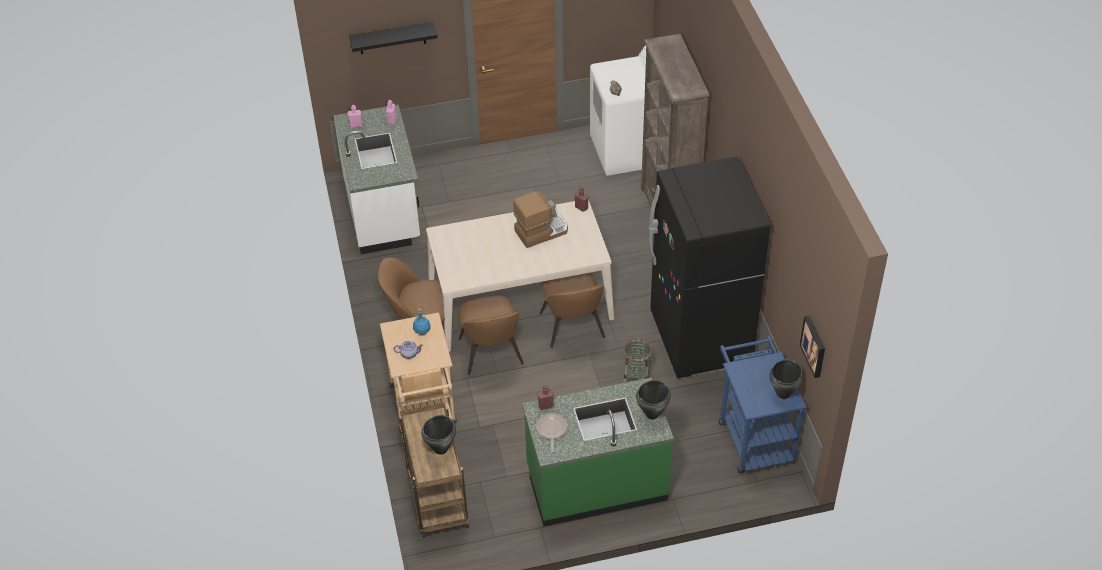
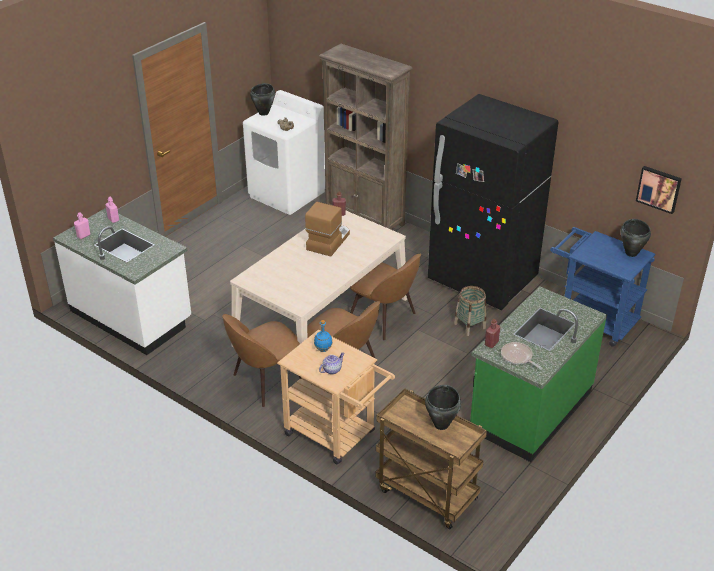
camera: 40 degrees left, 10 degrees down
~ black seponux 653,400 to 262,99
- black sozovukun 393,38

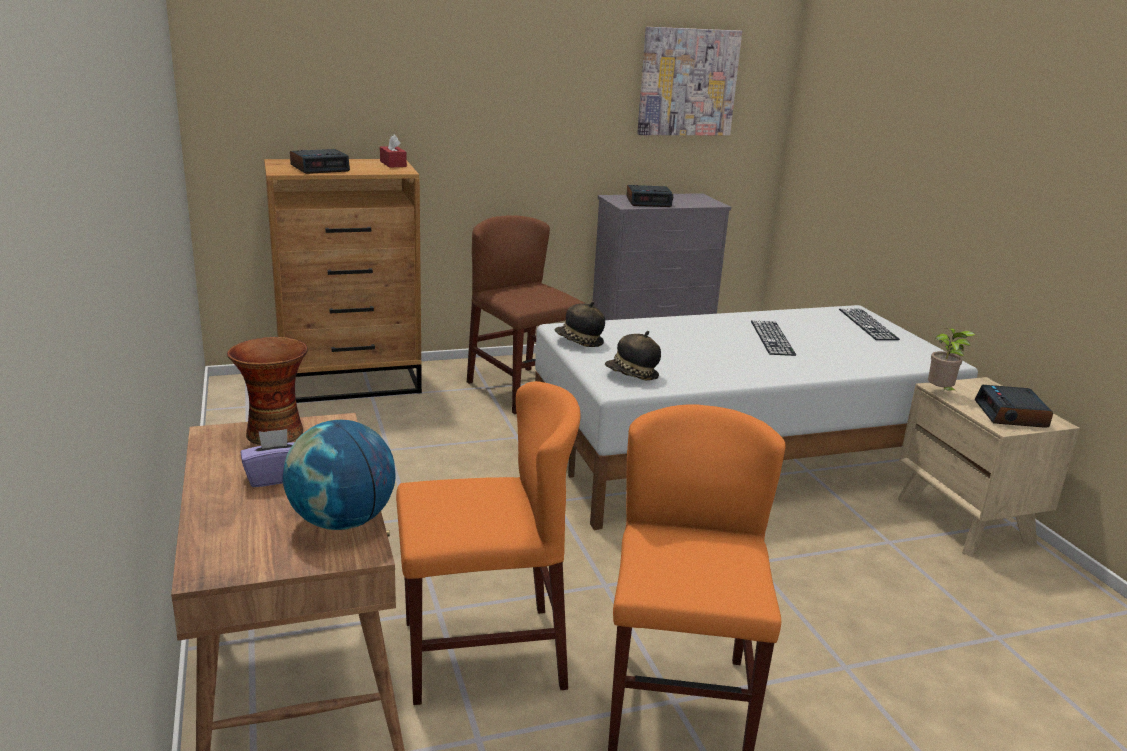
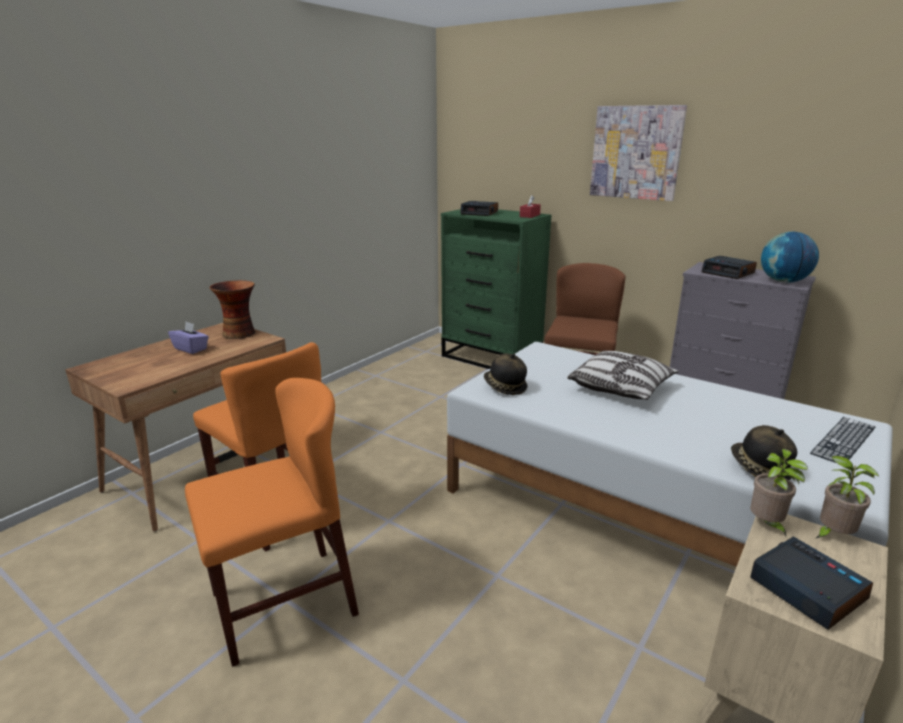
camera: 55 degrees right, 0 degrees up
~ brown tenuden 343,281 to green tenuden 496,289
+ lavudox 623,375
~ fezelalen 689,81 to 638,153
~ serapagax 580,324 to 764,452
~ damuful 1014,406 = 811,583 90 degrees clockwise
~ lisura 339,475 to 790,257
+ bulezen 847,497
- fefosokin 773,338

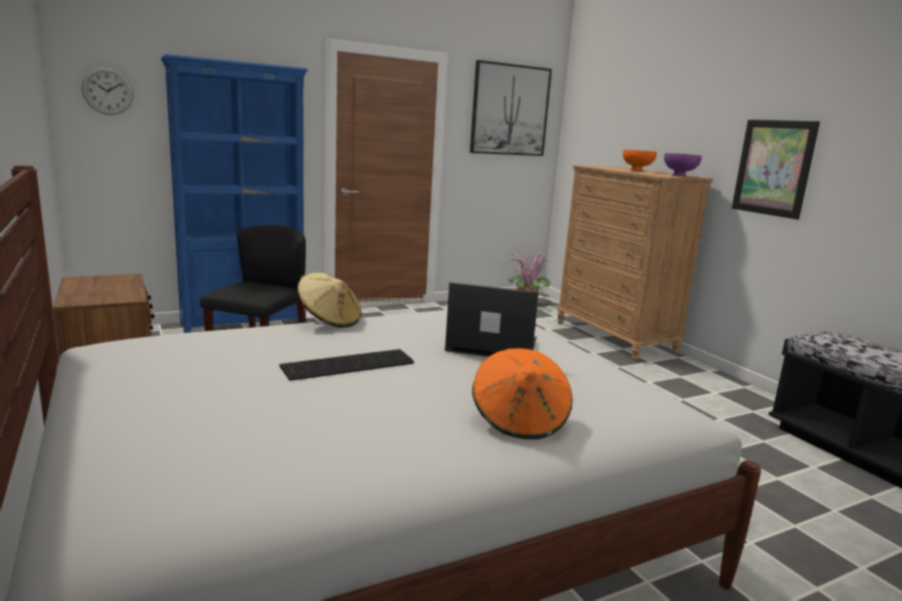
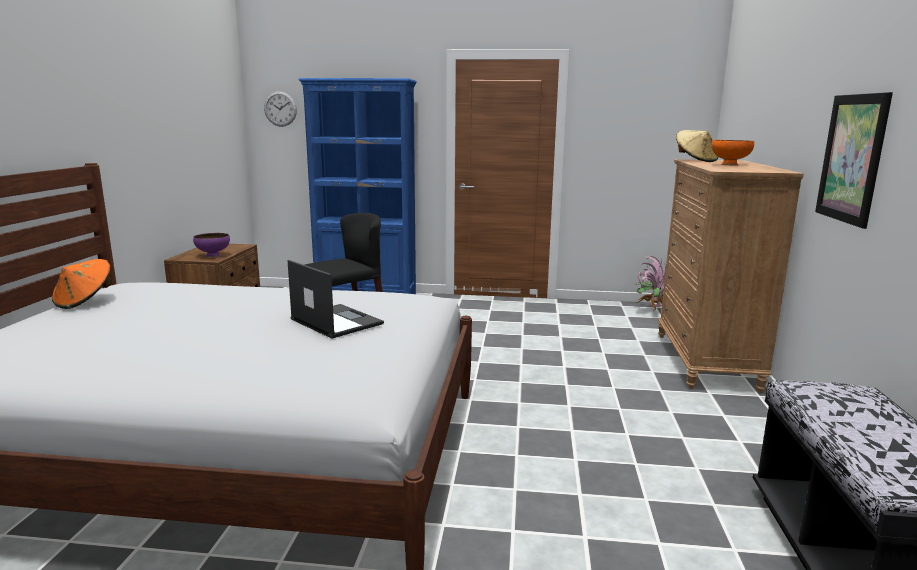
camera: 35 degrees right, 0 degrees up
~ orange serapagax 522,393 to 82,284
~ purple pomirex 683,165 to 211,245
~ beige serapagax 329,300 to 697,146
- fefosokin 346,365
- fezelalen 511,108

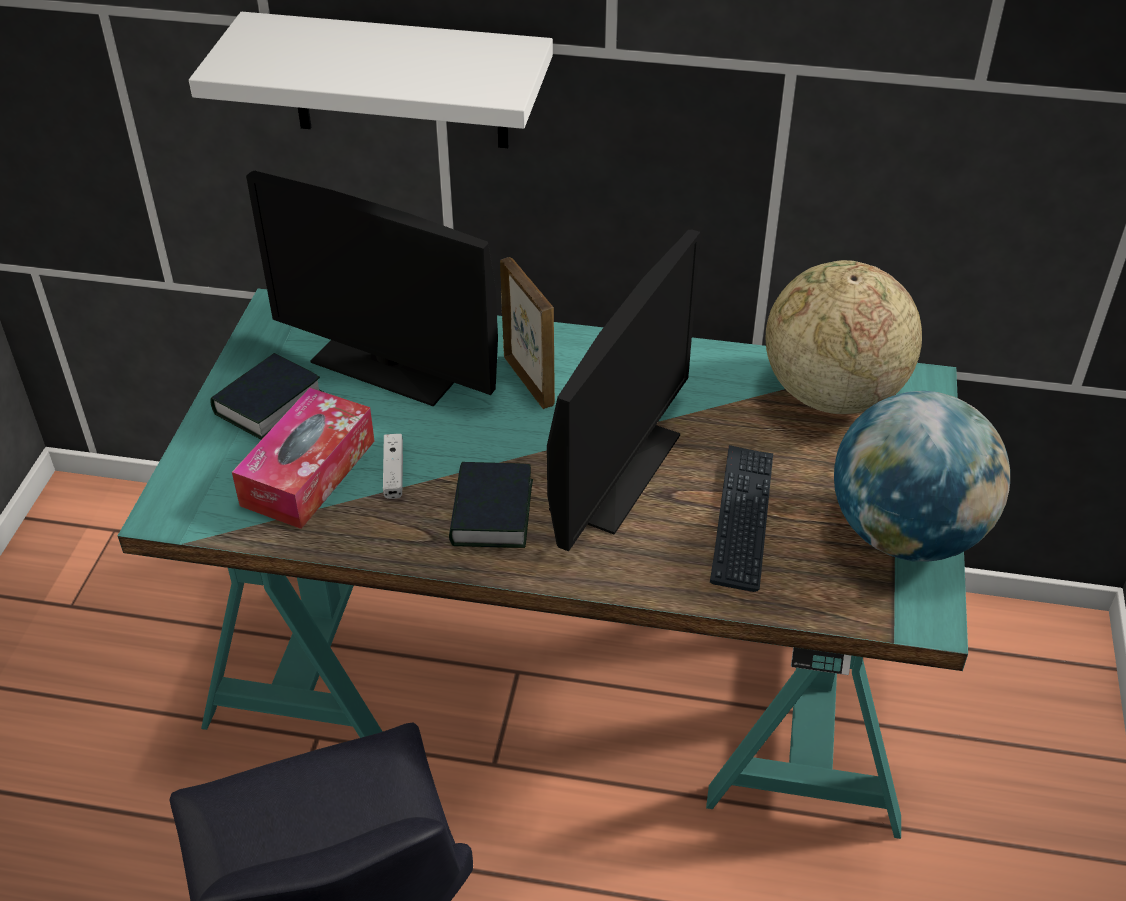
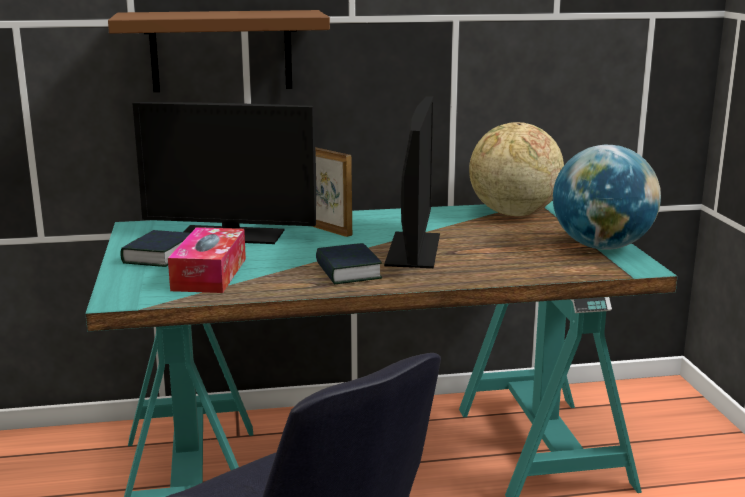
camera: 20 degrees left, 25 degrees down
~ white sozovukun 371,80 to brown sozovukun 219,51
- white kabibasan 393,466
- fefosokin 741,518

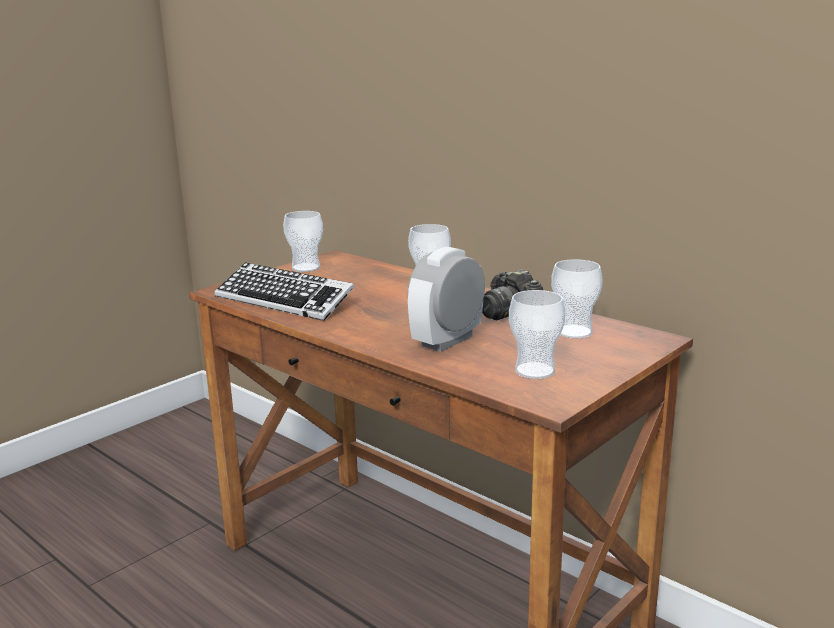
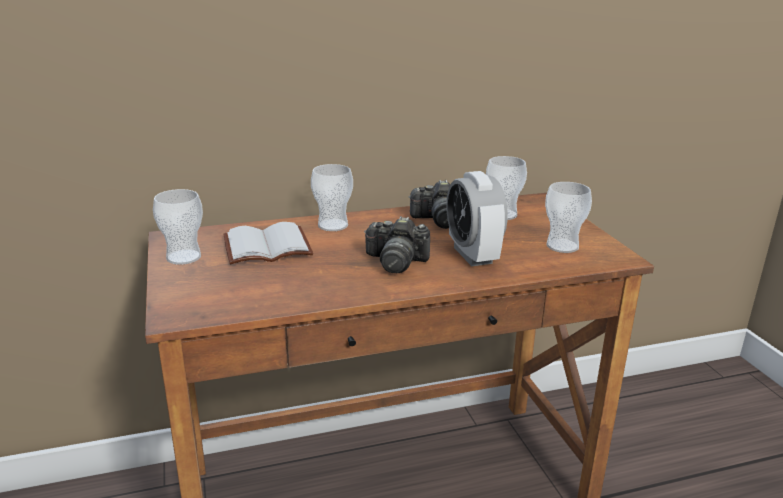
camera: 60 degrees left, 5 degrees up
+ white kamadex 268,243
+ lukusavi 397,244
- fefosokin 284,291

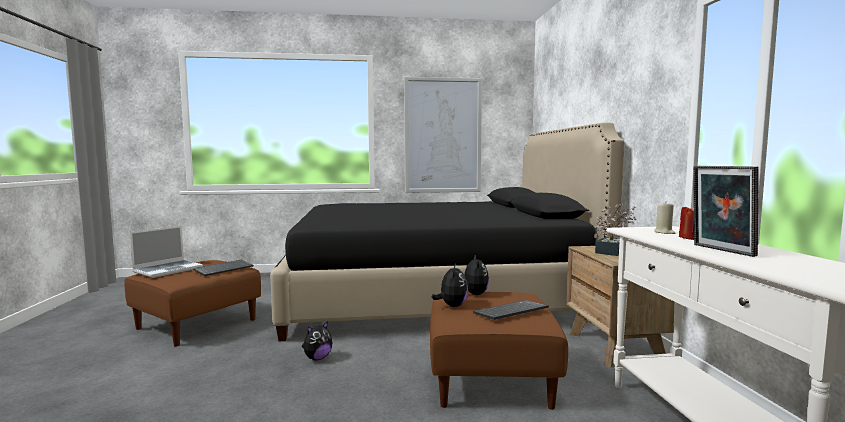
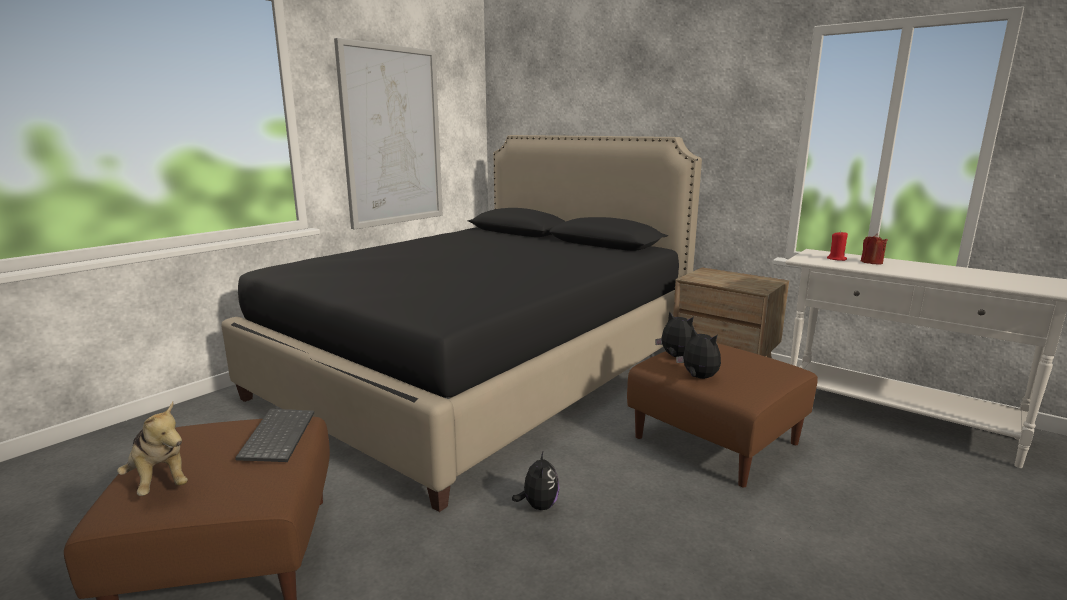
camera: 45 degrees left, 10 degrees up
~ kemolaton 166,252 to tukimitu 152,449
~ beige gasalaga 664,218 to red gasalaga 837,246
- fefosokin 511,310
- bulezen 615,230
- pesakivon 726,211

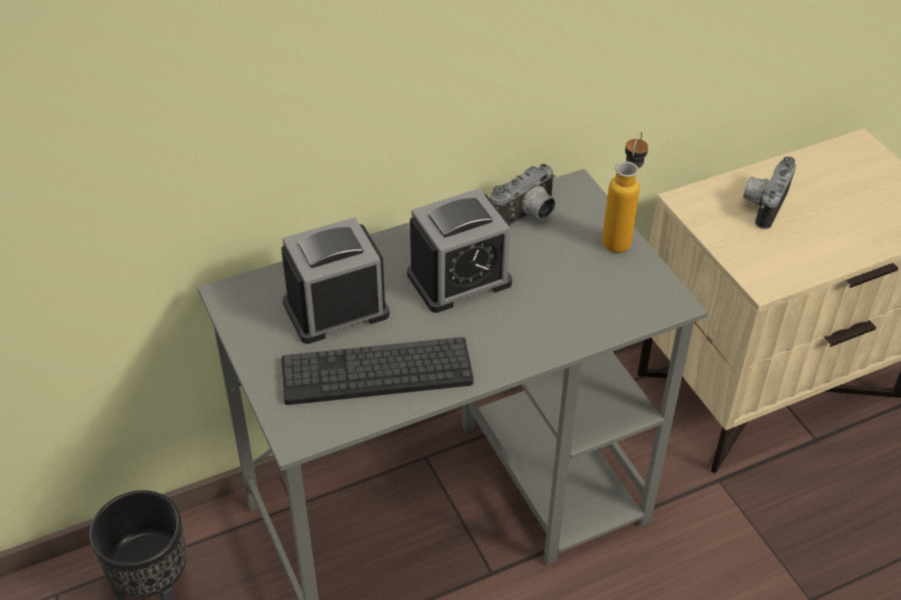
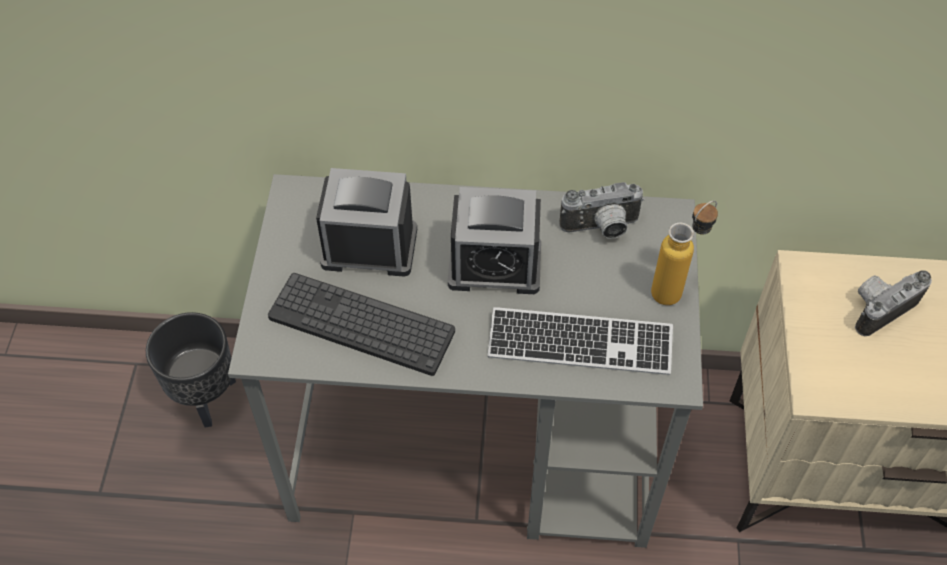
camera: 30 degrees right, 10 degrees up
+ fefosokin 580,341

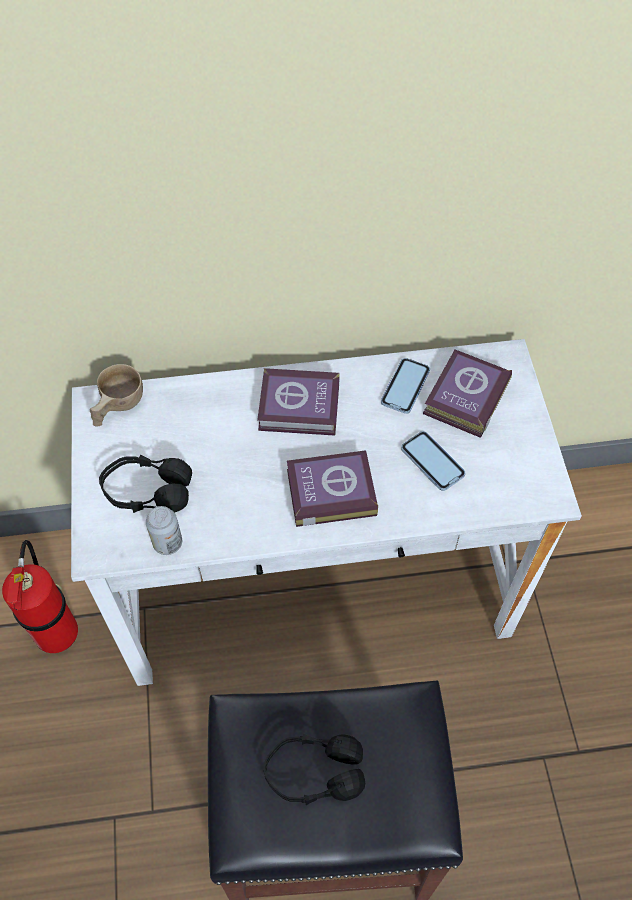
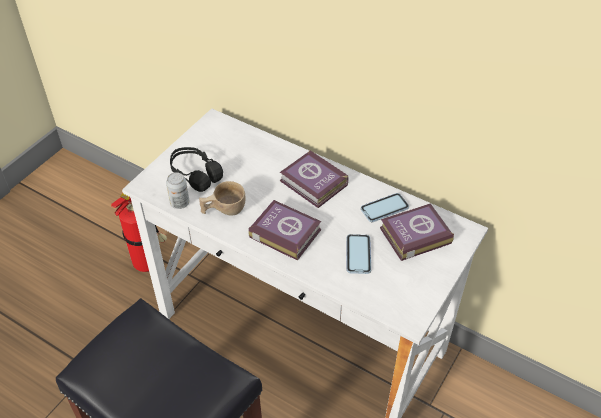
camera: 40 degrees right, 10 degrees down
~ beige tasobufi 116,395 to 222,198
- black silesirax 314,769

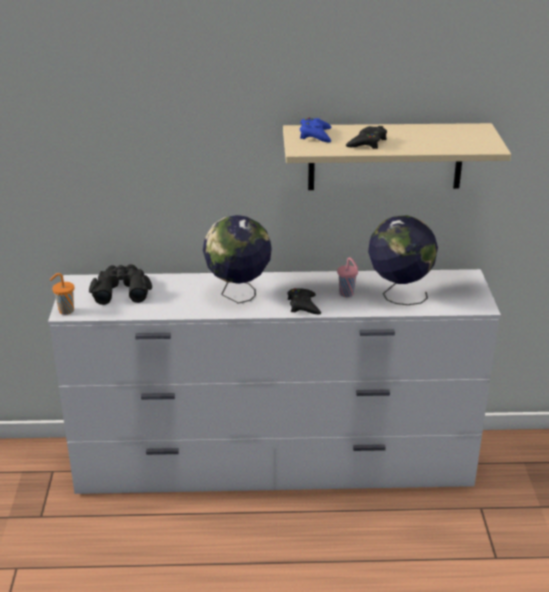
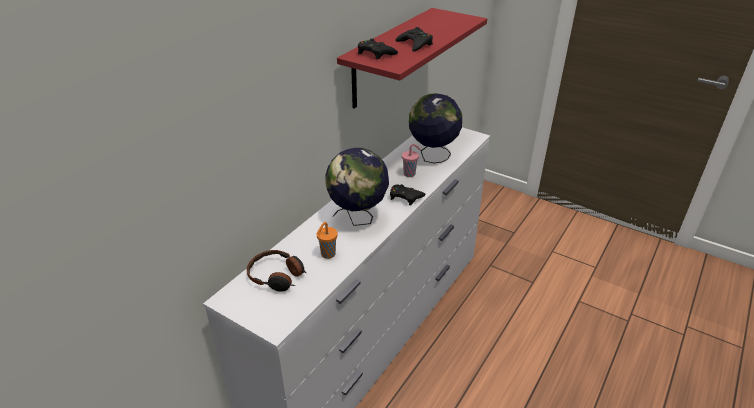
camera: 55 degrees left, 5 degrees up
~ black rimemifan 120,284 to silesirax 277,271
~ orange tasobufi 62,294 to 327,240
~ beige sozovukun 397,156 to red sozovukun 412,58
~ blue kabibasan 315,130 to black kabibasan 378,48

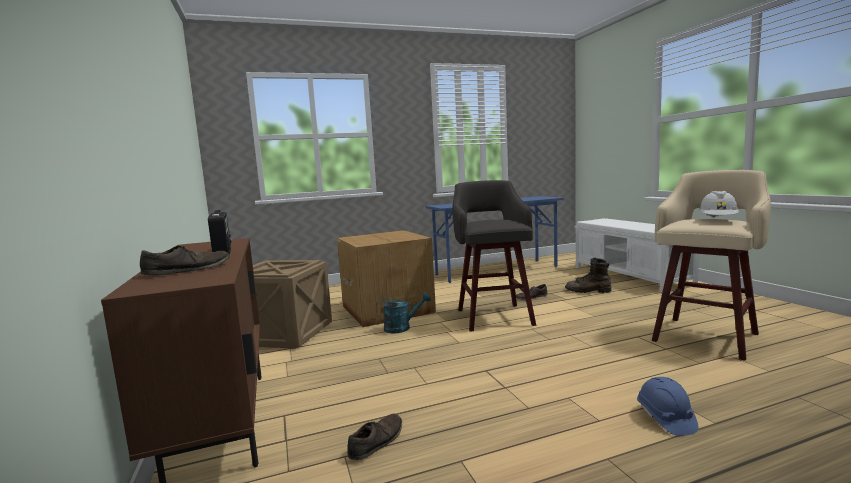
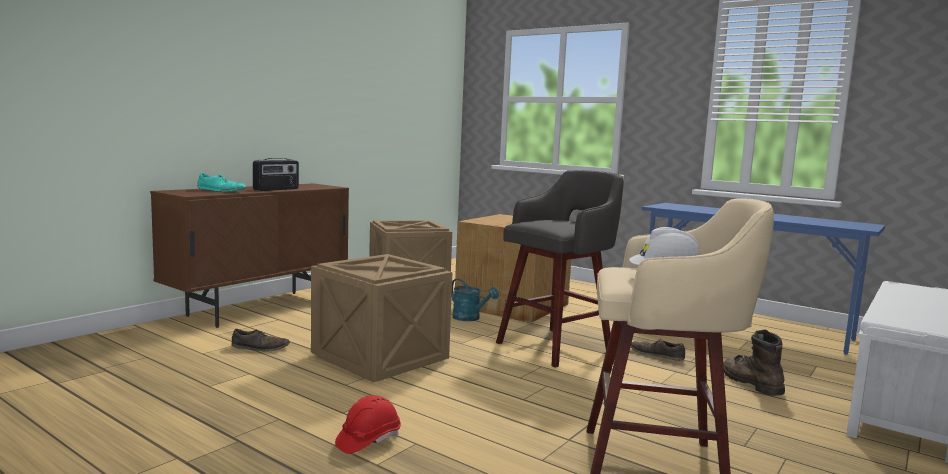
camera: 55 degrees right, 0 degrees up
~ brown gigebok 185,260 to turquoise gigebok 221,182
+ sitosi 381,318
~ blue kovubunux 668,406 to red kovubunux 368,424

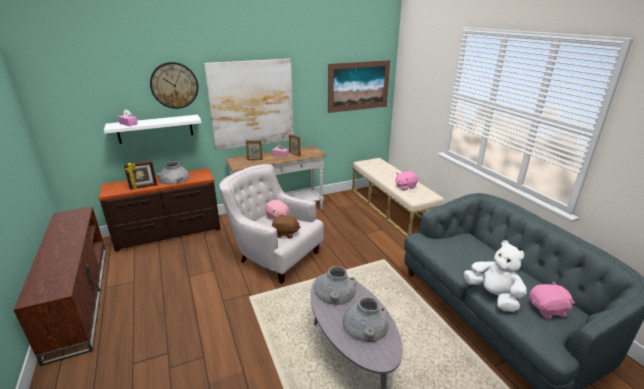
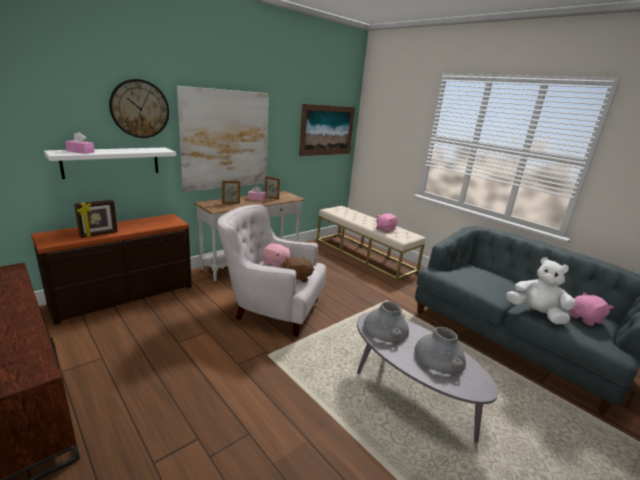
camera: 20 degrees left, 5 degrees down
- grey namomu 173,172

